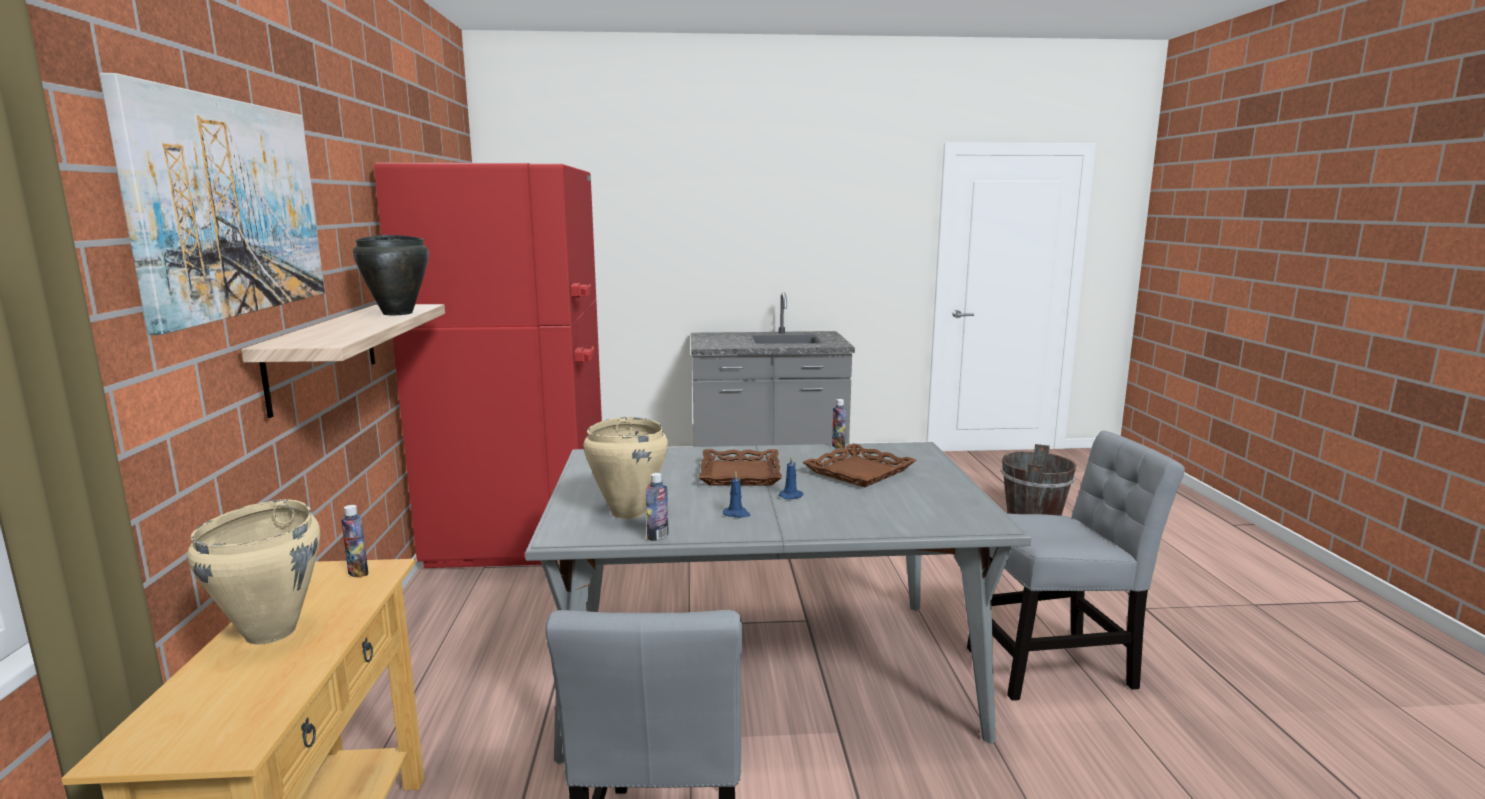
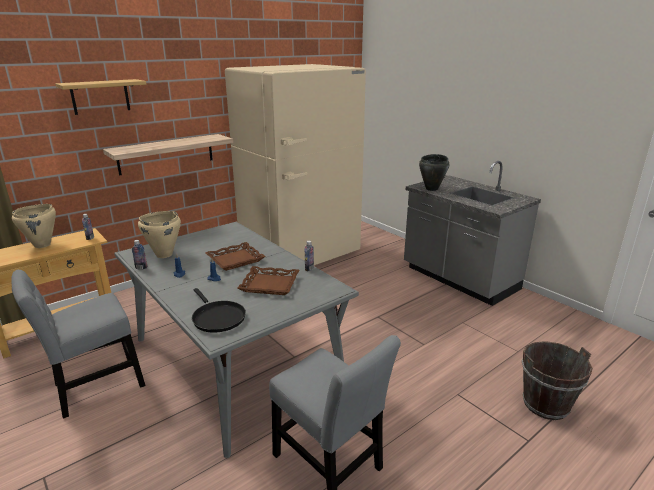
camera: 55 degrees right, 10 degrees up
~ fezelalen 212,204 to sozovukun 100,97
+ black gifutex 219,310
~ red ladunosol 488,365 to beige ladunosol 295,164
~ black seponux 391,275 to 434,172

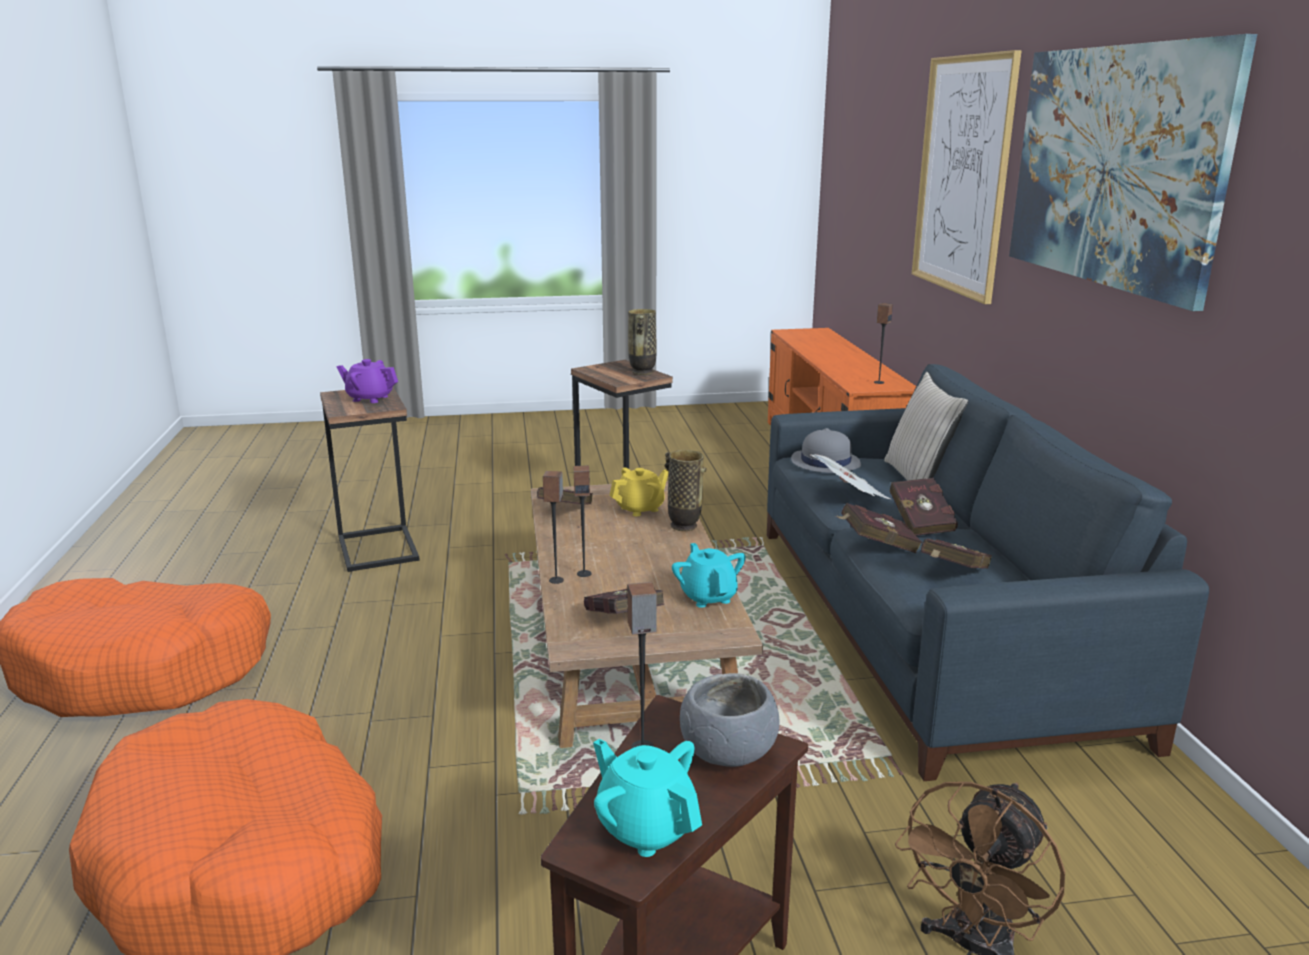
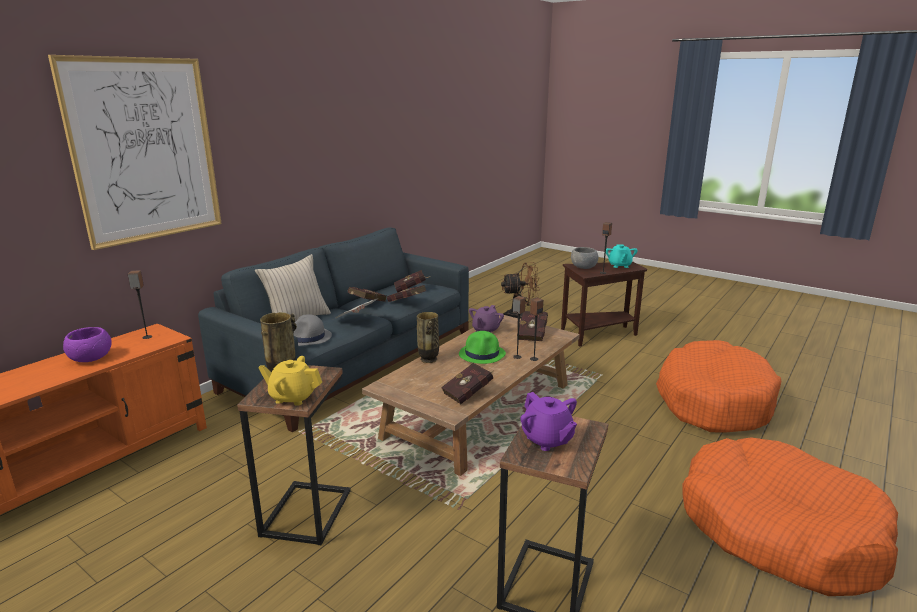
camera: 135 degrees left, 0 degrees up
+ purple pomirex 87,344
~ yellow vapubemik 639,491 to 290,381
+ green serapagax 482,347
~ turquoise vapubemik 709,575 to purple vapubemik 486,318
- fezelalen 1133,172

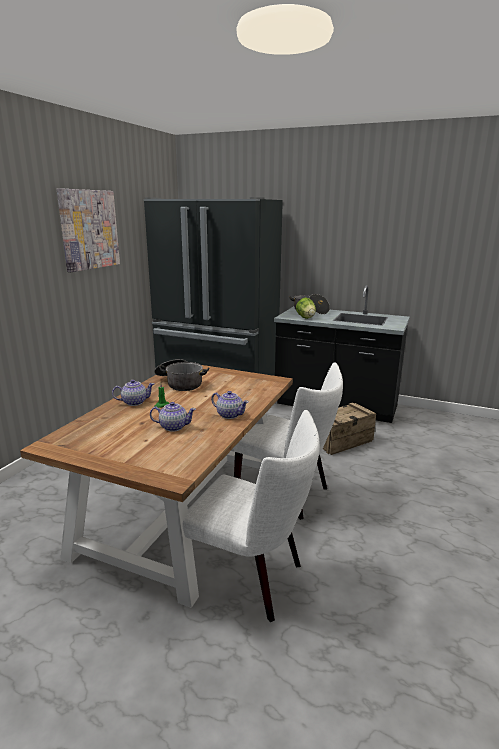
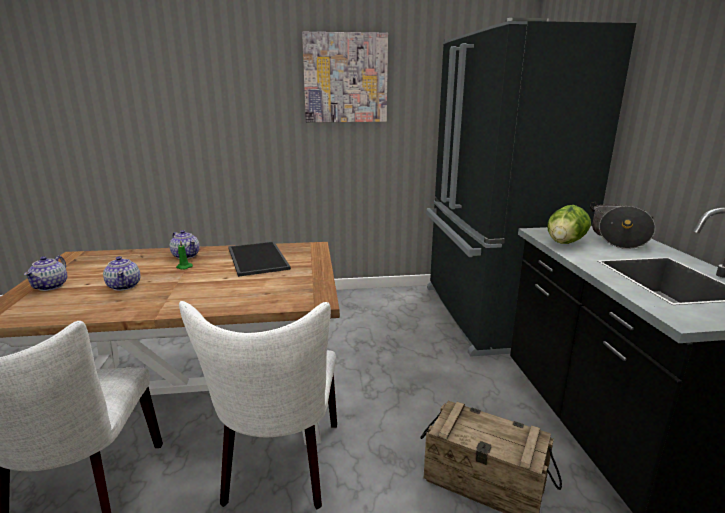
camera: 60 degrees right, 0 degrees up
~ vapubemik 230,405 to 45,273
~ seponux 181,375 to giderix 259,259

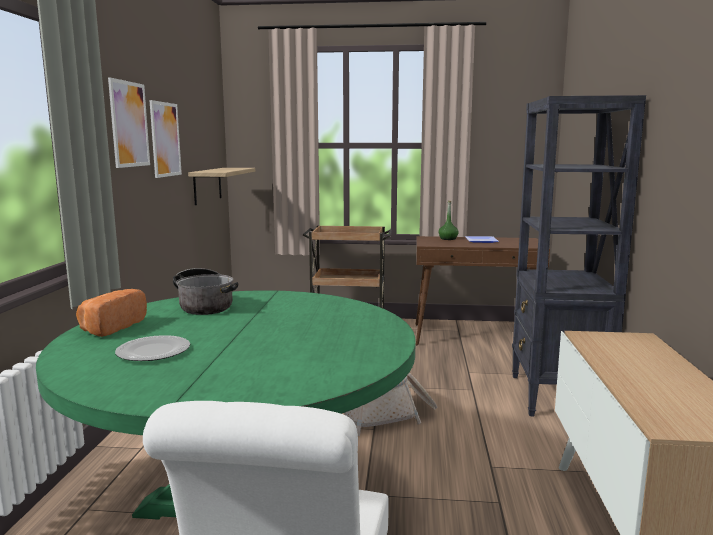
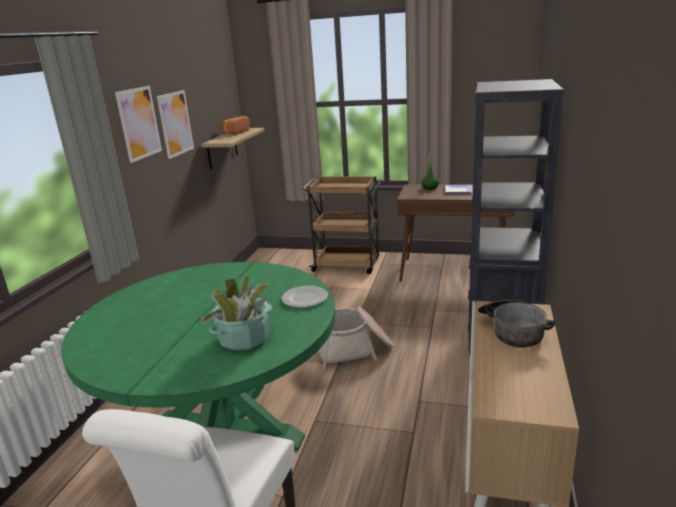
camera: 10 degrees right, 10 degrees up
+ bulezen 236,312
~ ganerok 111,313 to 236,125
~ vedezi 152,348 to 304,297
~ seponux 205,291 to 518,323

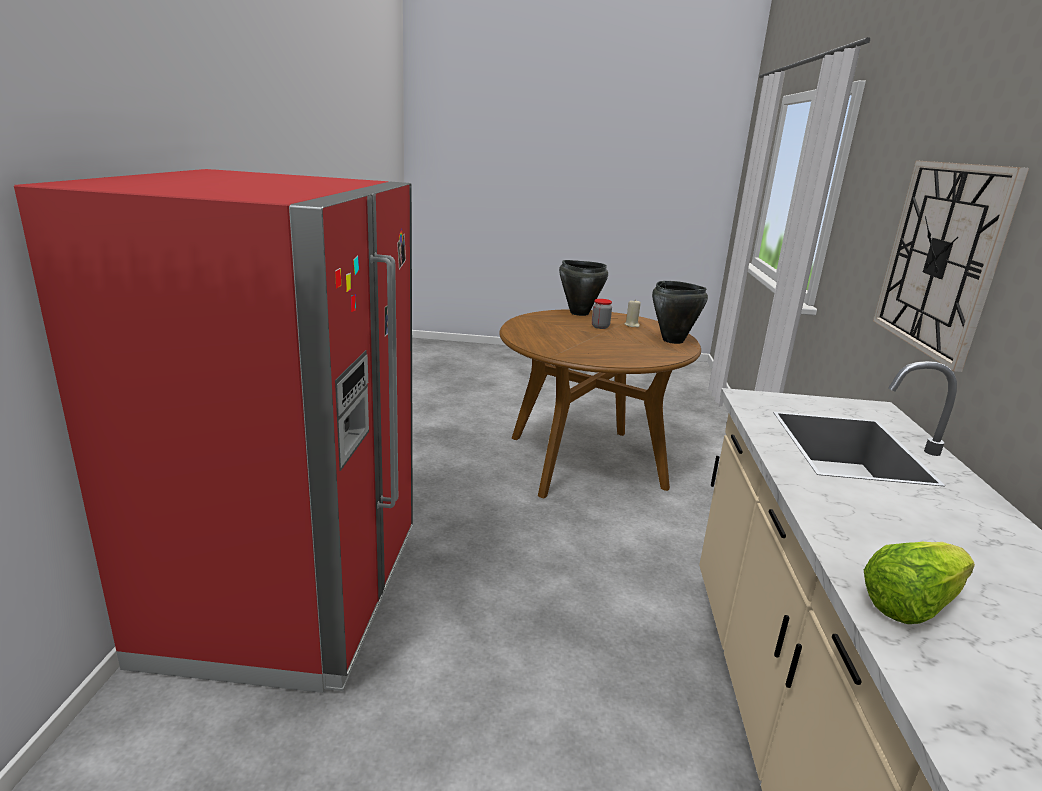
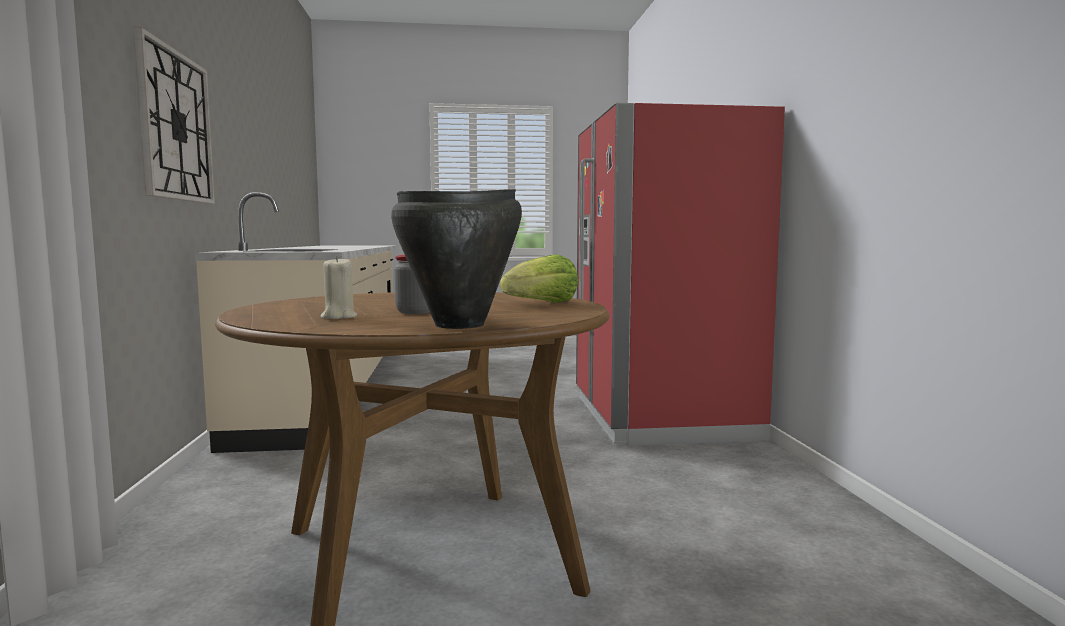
camera: 170 degrees right, 15 degrees down
~ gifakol 919,583 to 539,278
- black seponux 680,312

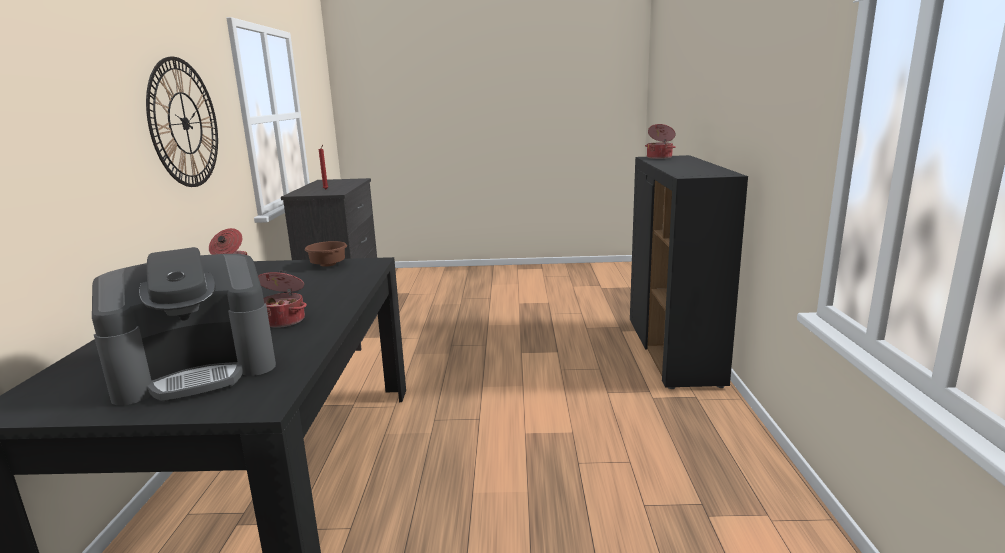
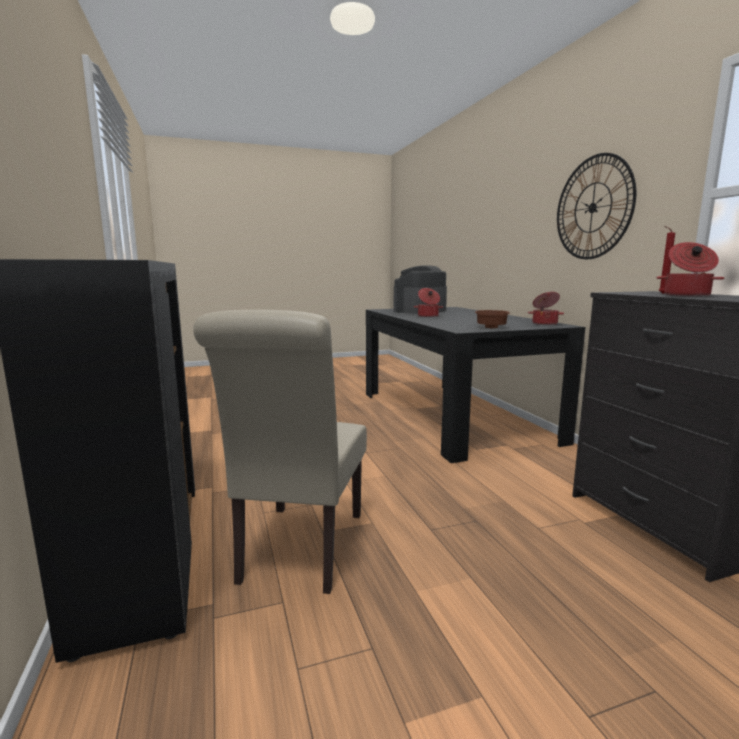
camera: 160 degrees right, 5 degrees down
+ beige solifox 280,452
~ seponux 660,141 to 690,269

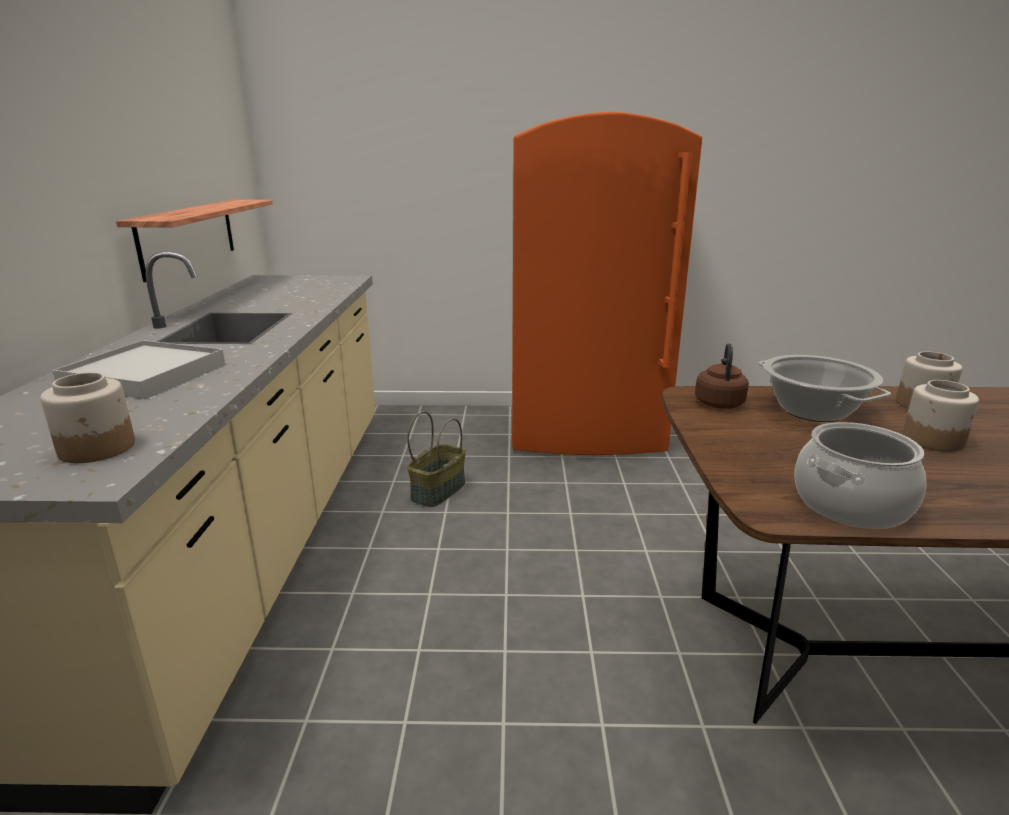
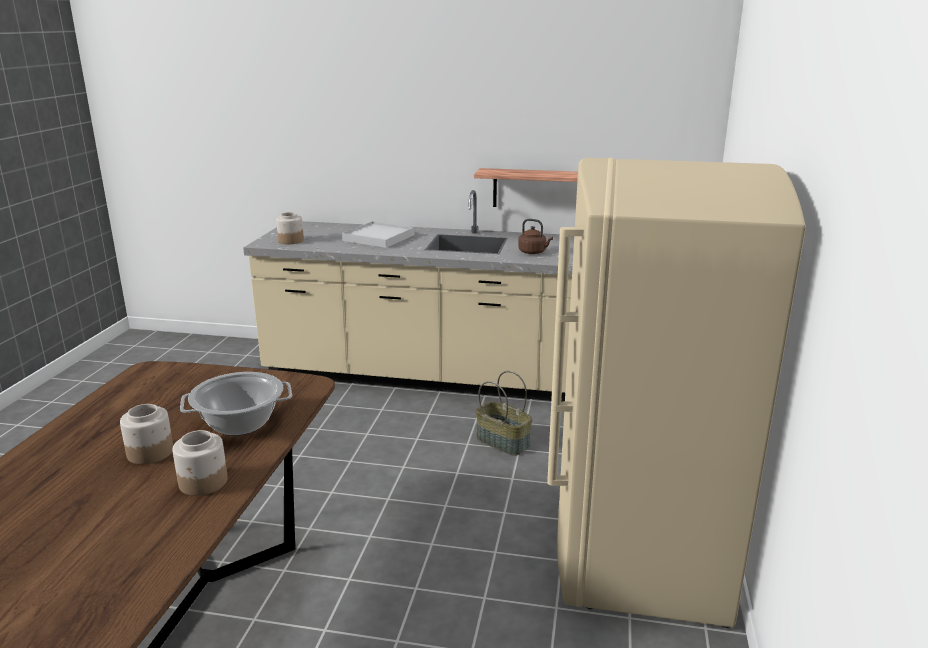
camera: 100 degrees right, 0 degrees up
~ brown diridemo 722,376 to 535,236
~ orange ladunosol 607,283 to beige ladunosol 676,393
- seponux 860,475

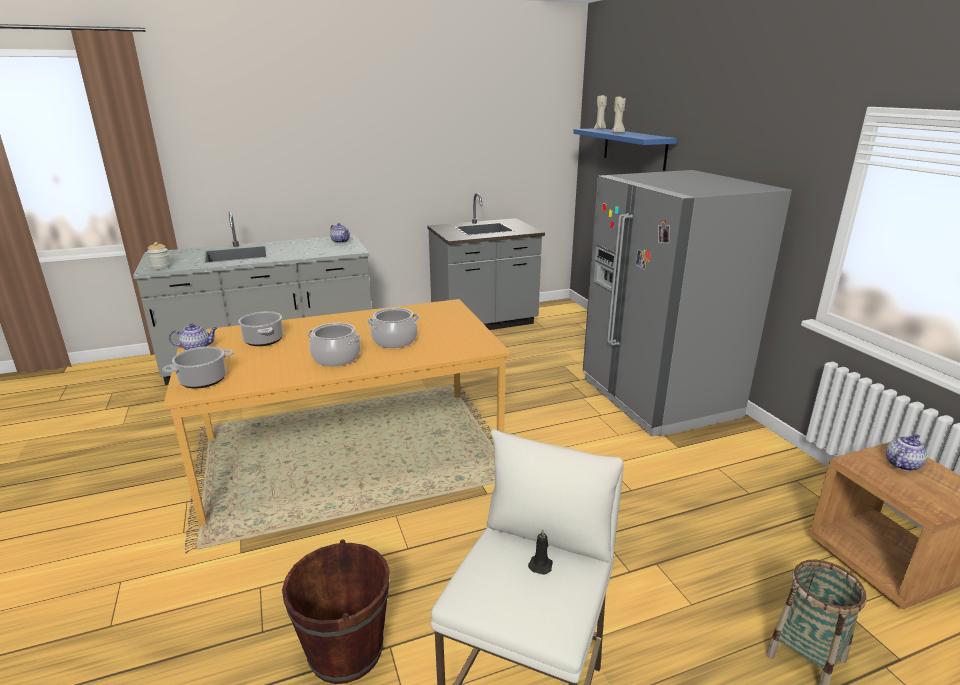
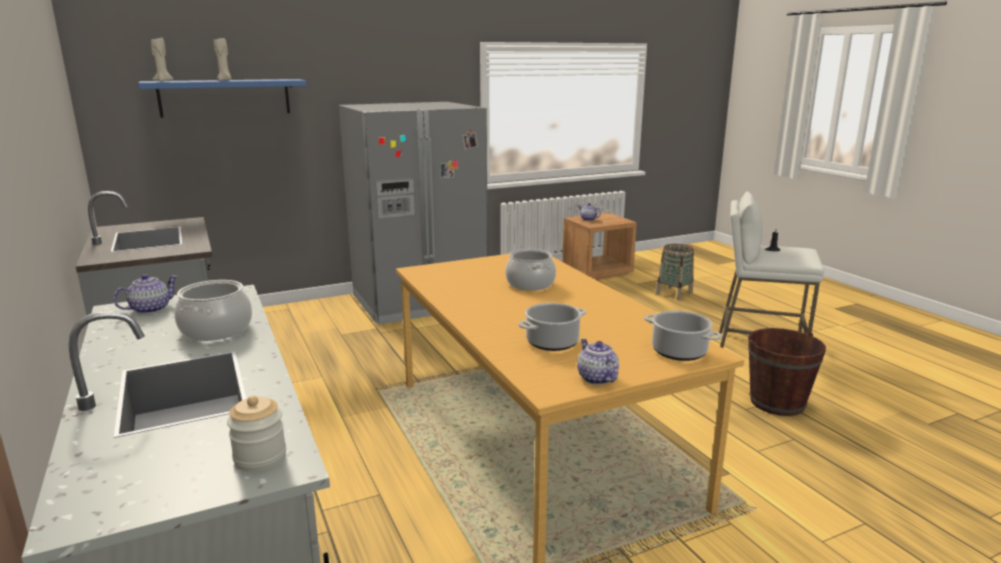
camera: 95 degrees left, 5 degrees down
~ seponux 334,345 to 213,310

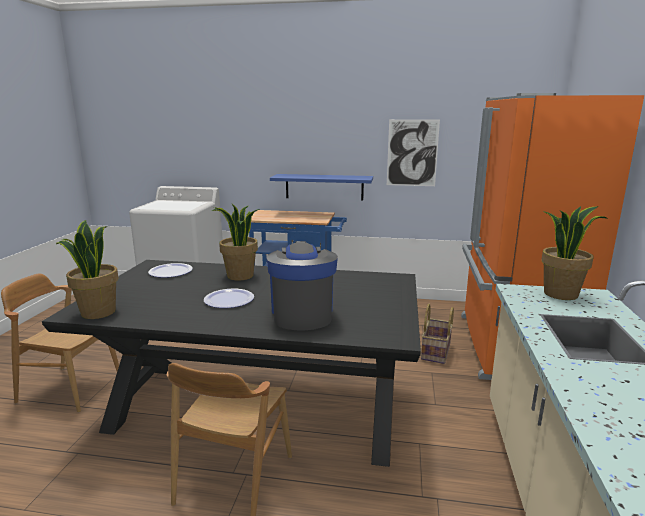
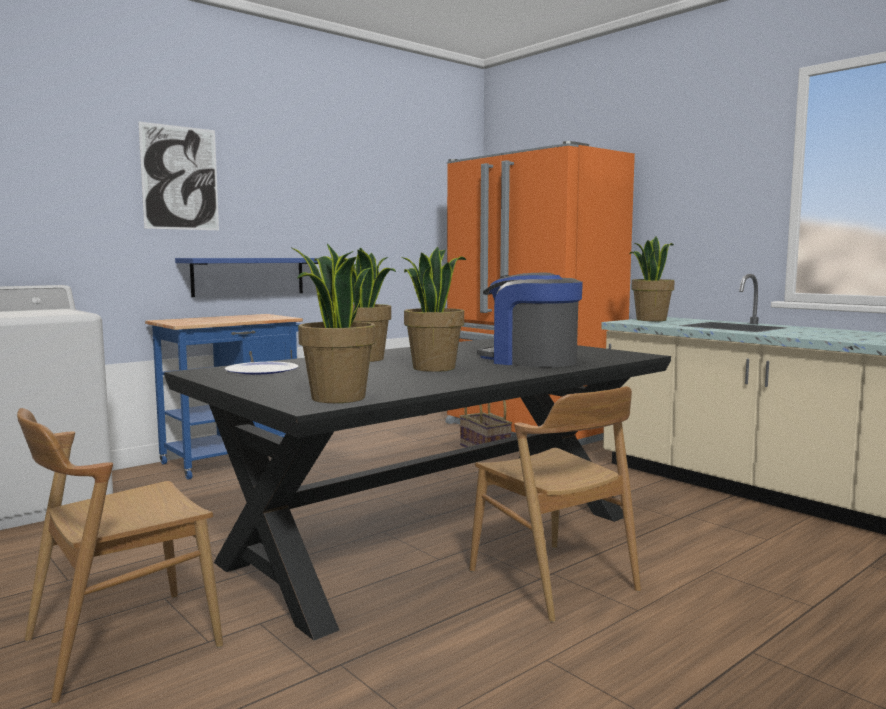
camera: 50 degrees left, 10 degrees down
~ fezelalen 413,152 to 178,175
~ vedezi 229,298 to bulezen 434,309

